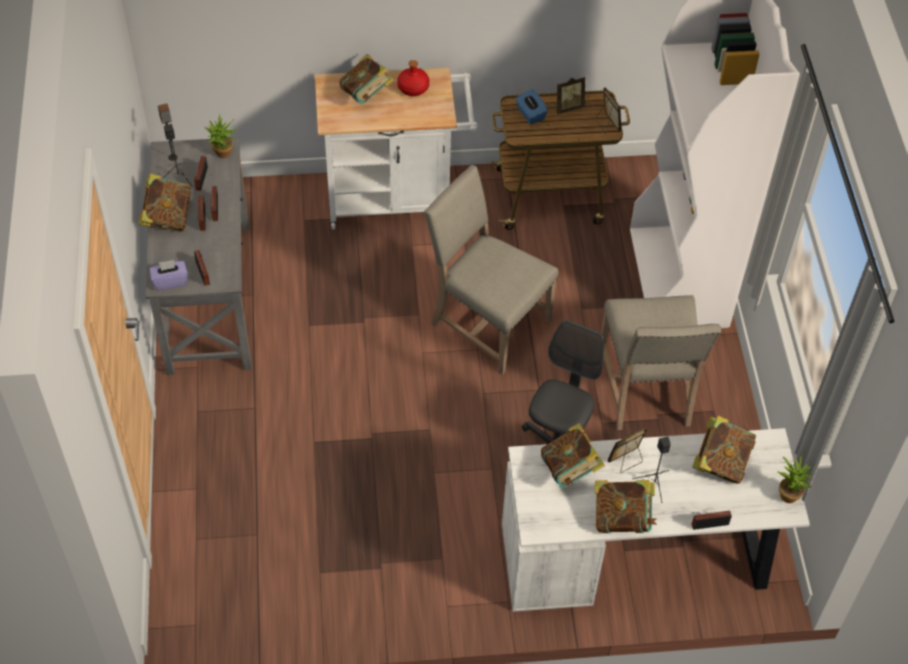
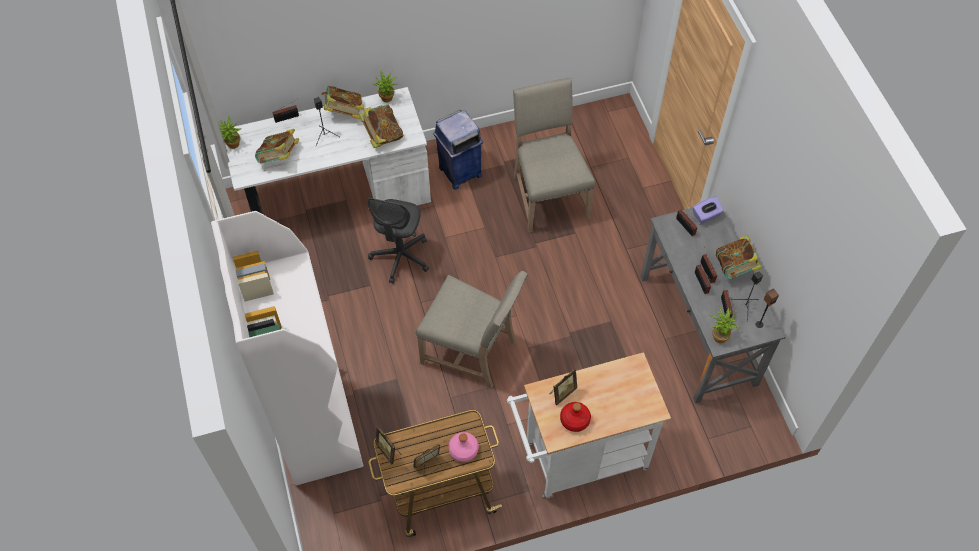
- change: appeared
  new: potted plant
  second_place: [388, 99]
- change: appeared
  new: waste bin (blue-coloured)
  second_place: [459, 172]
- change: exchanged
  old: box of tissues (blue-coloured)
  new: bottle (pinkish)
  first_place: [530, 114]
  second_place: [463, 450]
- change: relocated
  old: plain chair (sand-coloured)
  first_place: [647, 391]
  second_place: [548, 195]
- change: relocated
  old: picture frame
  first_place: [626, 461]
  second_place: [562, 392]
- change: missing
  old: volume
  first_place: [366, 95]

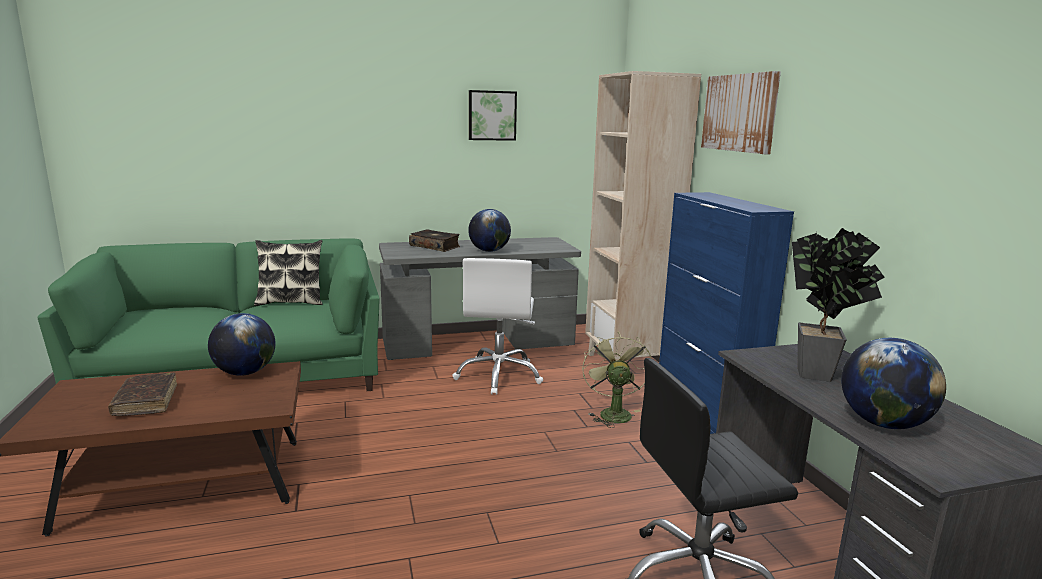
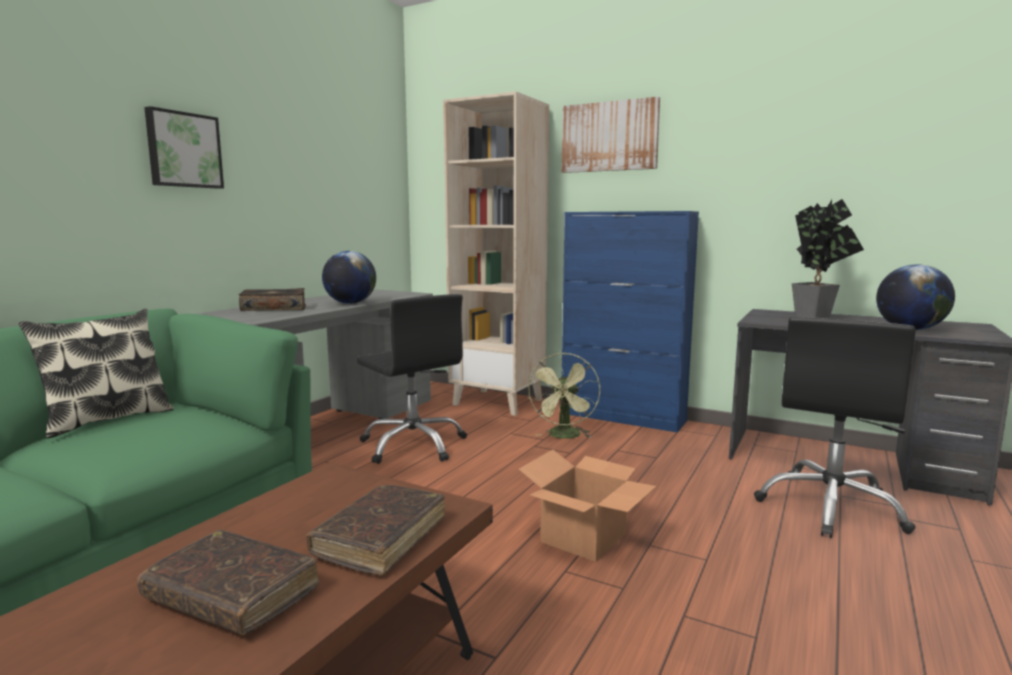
- change: relocated
  old: wall art
  first_place: [492, 115]
  second_place: [183, 150]
- change: appeared
  new: volume (brown)
  second_place: [381, 538]
- change: colour
  old: desk chair (white)
  new: desk chair (blackish)
  first_place: [499, 375]
  second_place: [413, 445]
- change: appeared
  new: packing box
  second_place: [583, 537]
- change: spun
  old: fan (green-coloured)
  first_place: [613, 413]
  second_place: [564, 436]
  degrees: -120
- change: missing
  old: world globe
  first_place: [245, 373]

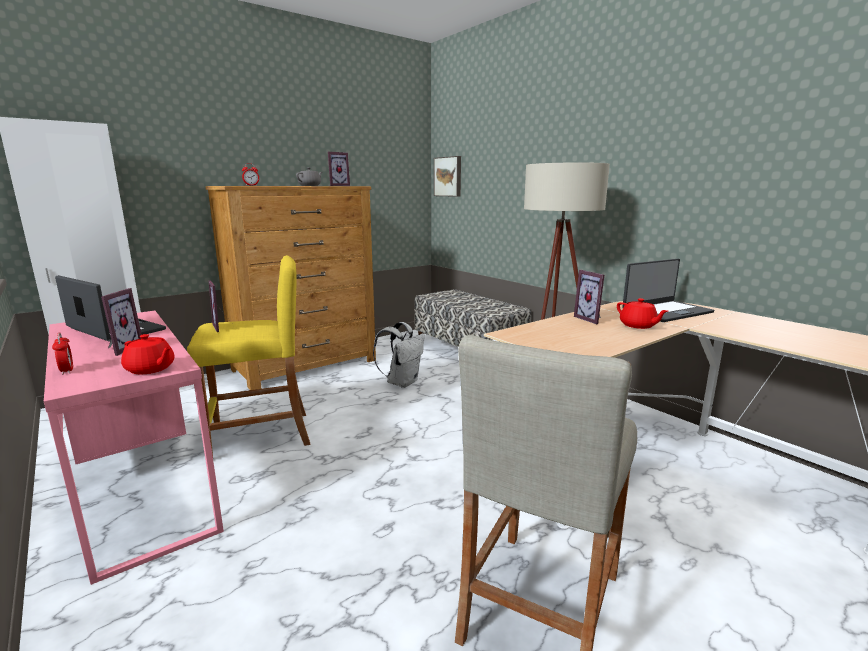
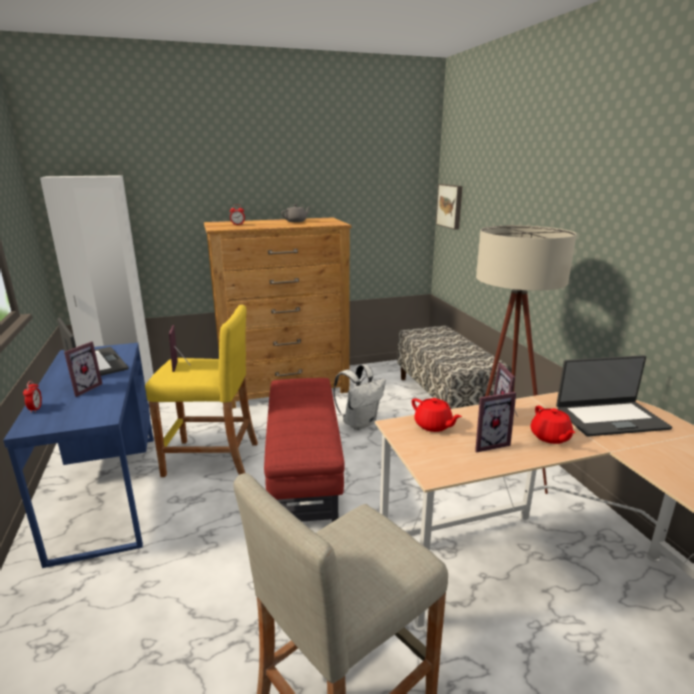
- change: colour
  old: desk unit (pinkish)
  new: desk unit (blue-coloured)
  first_place: [144, 488]
  second_place: [108, 491]
- change: appeared
  new: footrest (reddish)
  second_place: [303, 473]
- change: relocated
  old: pot for tea (reddish)
  first_place: [150, 369]
  second_place: [433, 426]
- change: relocated
  old: picture frame
  first_place: [337, 186]
  second_place: [487, 443]

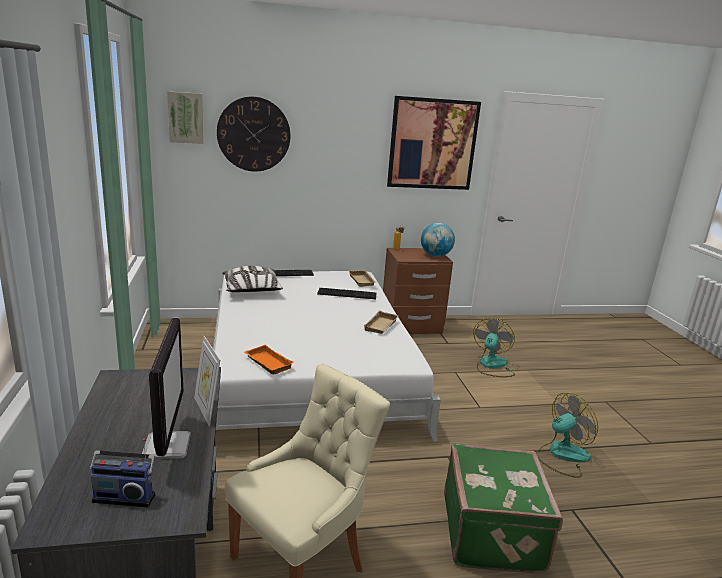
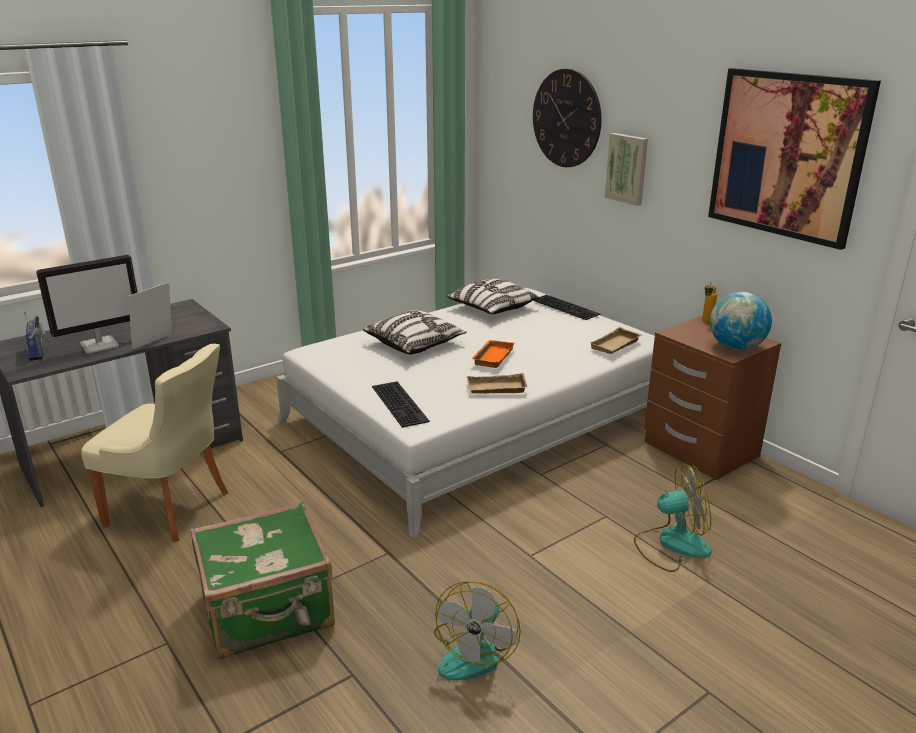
- change: appeared
  new: throw pillow
  second_place: [415, 344]
- change: relocated
  old: computer keyboard
  first_place: [348, 293]
  second_place: [401, 403]
- change: spun
  old: fan
  first_place: [562, 455]
  second_place: [474, 652]
  degrees: 75
- change: relocated
  old: serving tray (orange-coloured)
  first_place: [266, 363]
  second_place: [492, 356]
- change: relocated
  old: wall art
  first_place: [186, 117]
  second_place: [627, 168]

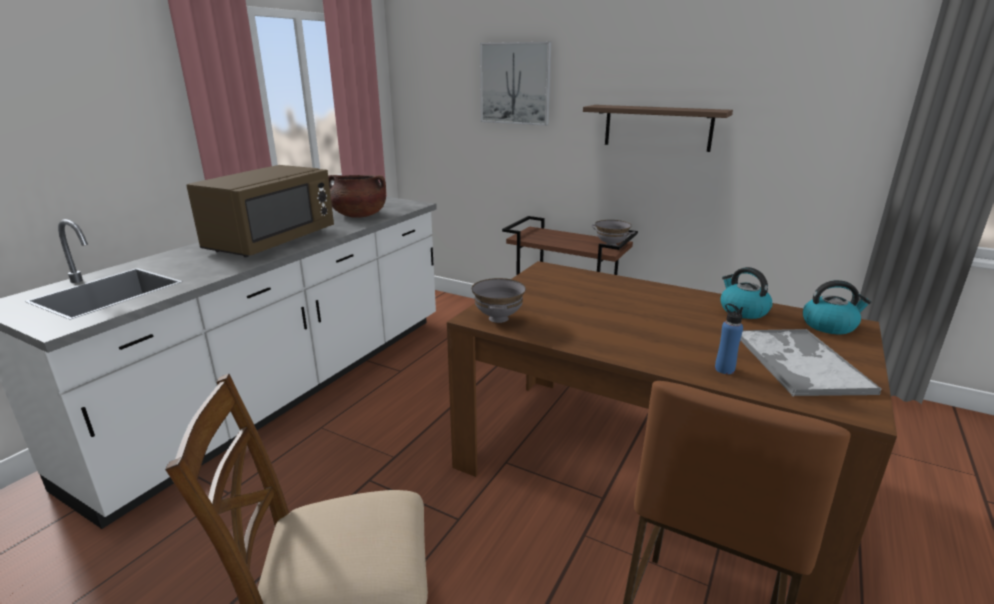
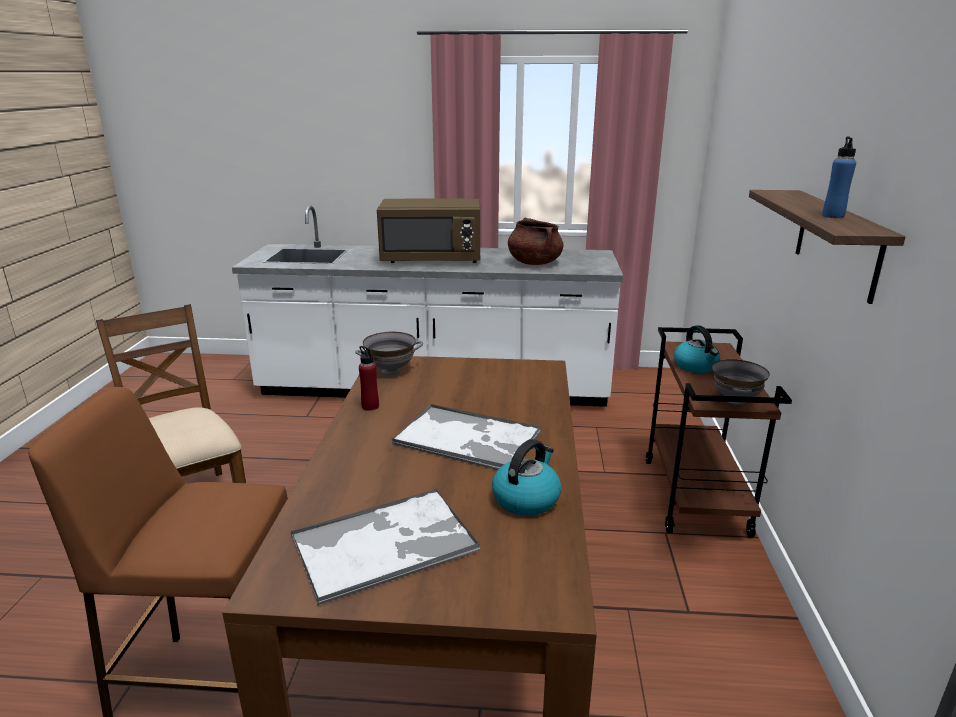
- change: appeared
  new: bottle (reddish)
  second_place: [370, 406]
- change: appeared
  new: serving tray
  second_place: [468, 439]
- change: relocated
  old: kettle
  first_place: [829, 325]
  second_place: [696, 366]
- change: relocated
  old: bottle (blue-coloured)
  first_place: [724, 369]
  second_place: [833, 216]
- change: missing
  old: wall art
  first_place: [515, 83]

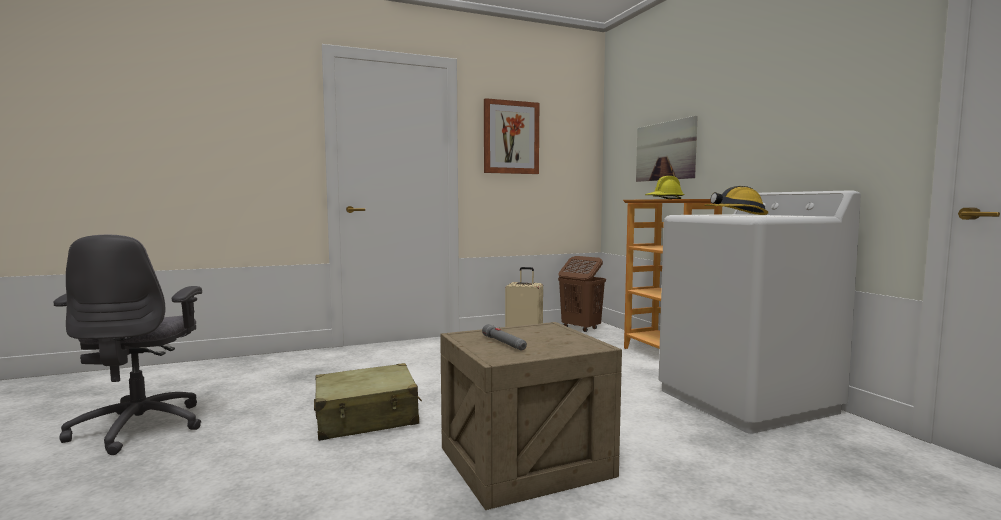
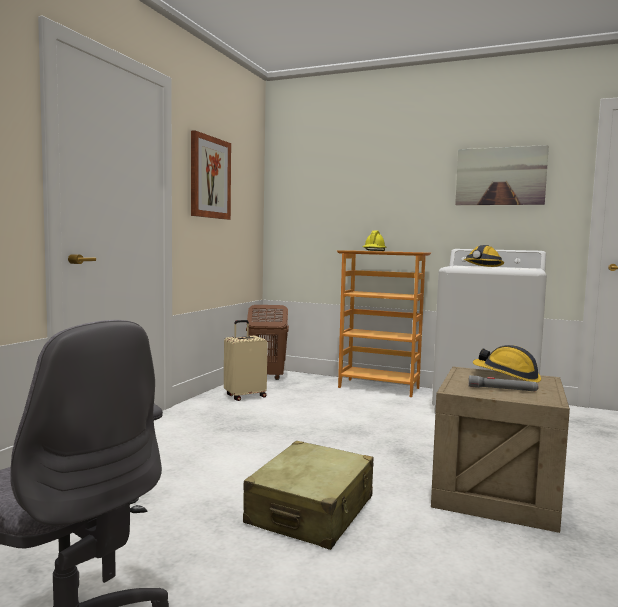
- change: relocated
  old: wall art
  first_place: [665, 151]
  second_place: [500, 176]
- change: appeared
  new: work helmet
  second_place: [507, 376]

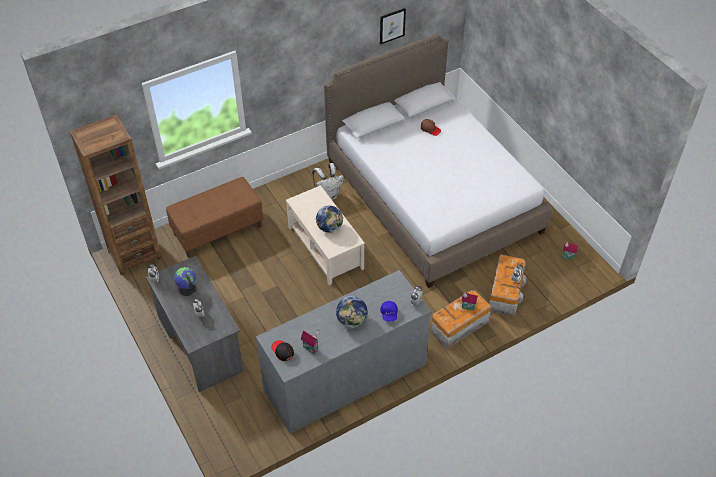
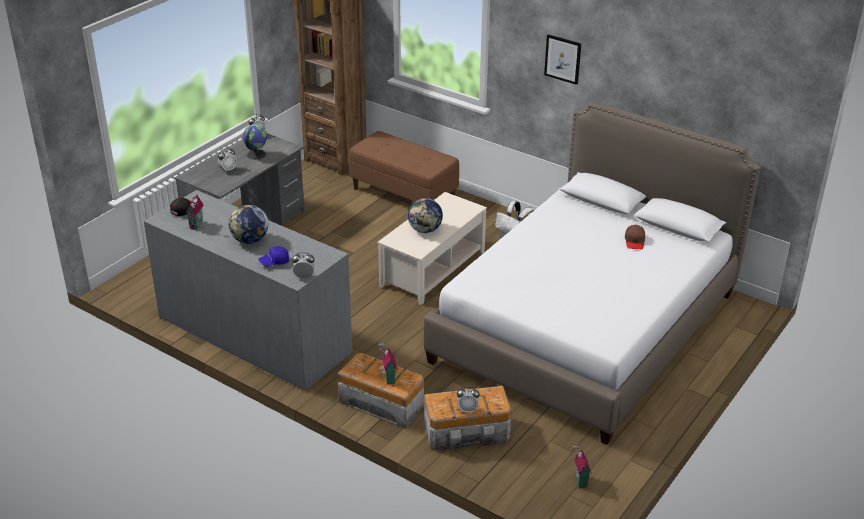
- change: relocated
  old: wall art
  first_place: [392, 25]
  second_place: [563, 59]

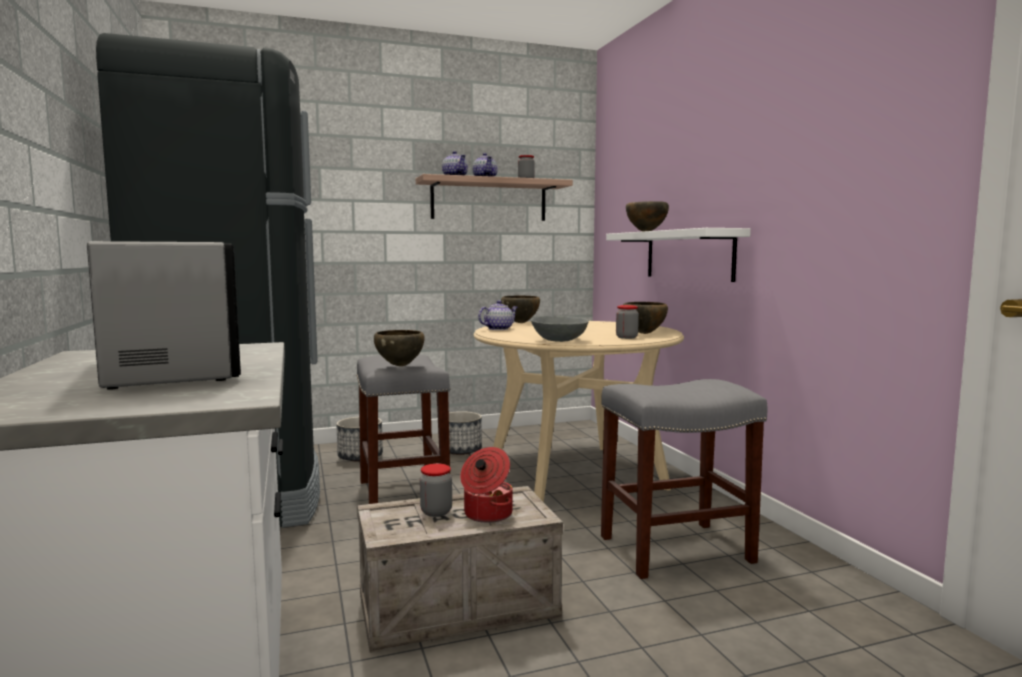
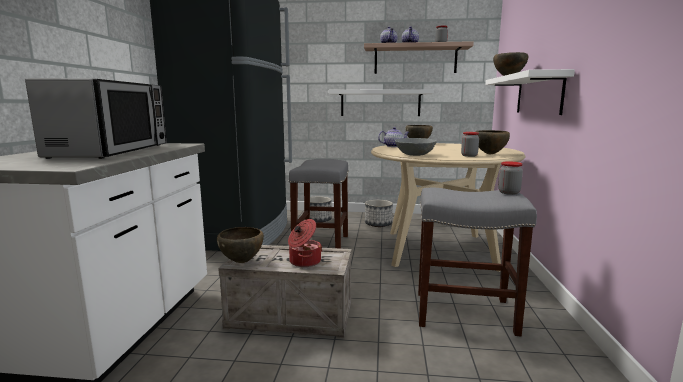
- change: relocated
  old: deep dish (brown)
  first_place: [400, 365]
  second_place: [242, 261]
- change: appeared
  new: wall shelf (white)
  second_place: [380, 103]
- change: relocated
  old: preserve jar
  first_place: [436, 512]
  second_place: [508, 192]

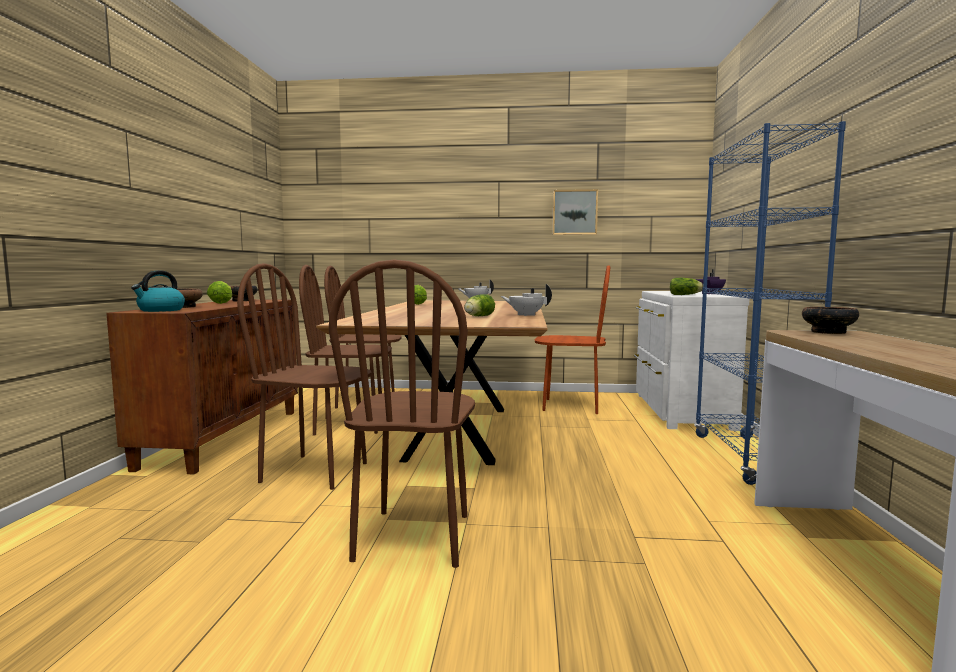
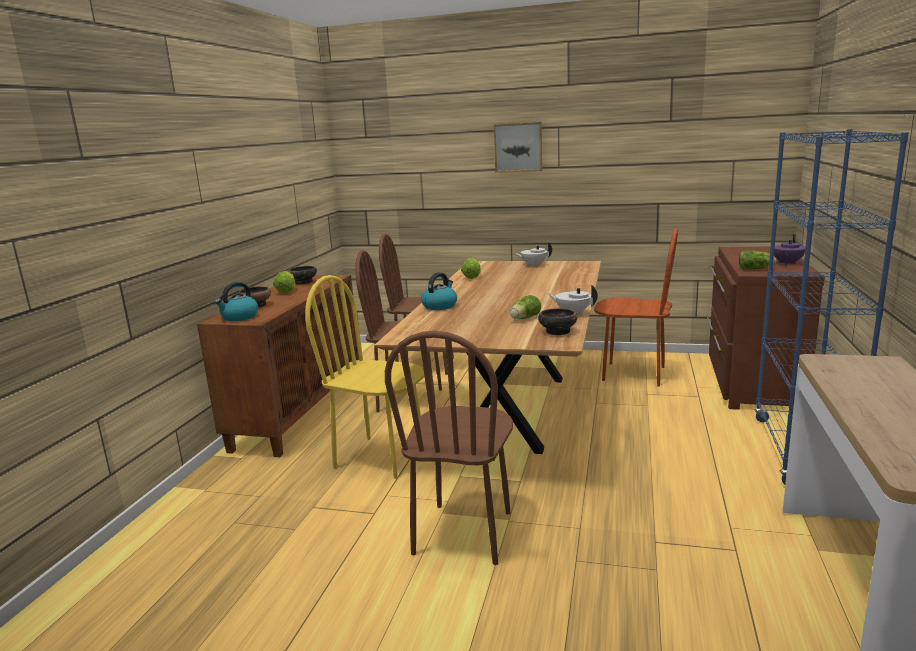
- change: colour
  old: plain chair (brown)
  new: plain chair (yellowish)
  first_place: [315, 472]
  second_place: [380, 457]
- change: appeared
  new: kettle
  second_place: [440, 306]
- change: relocated
  old: wall art
  first_place: [574, 212]
  second_place: [518, 147]
- change: relocated
  old: deep dish
  first_place: [827, 332]
  second_place: [557, 331]
- change: colour
  old: drawer chest (white)
  new: drawer chest (brown)
  first_place: [679, 411]
  second_place: [750, 383]

